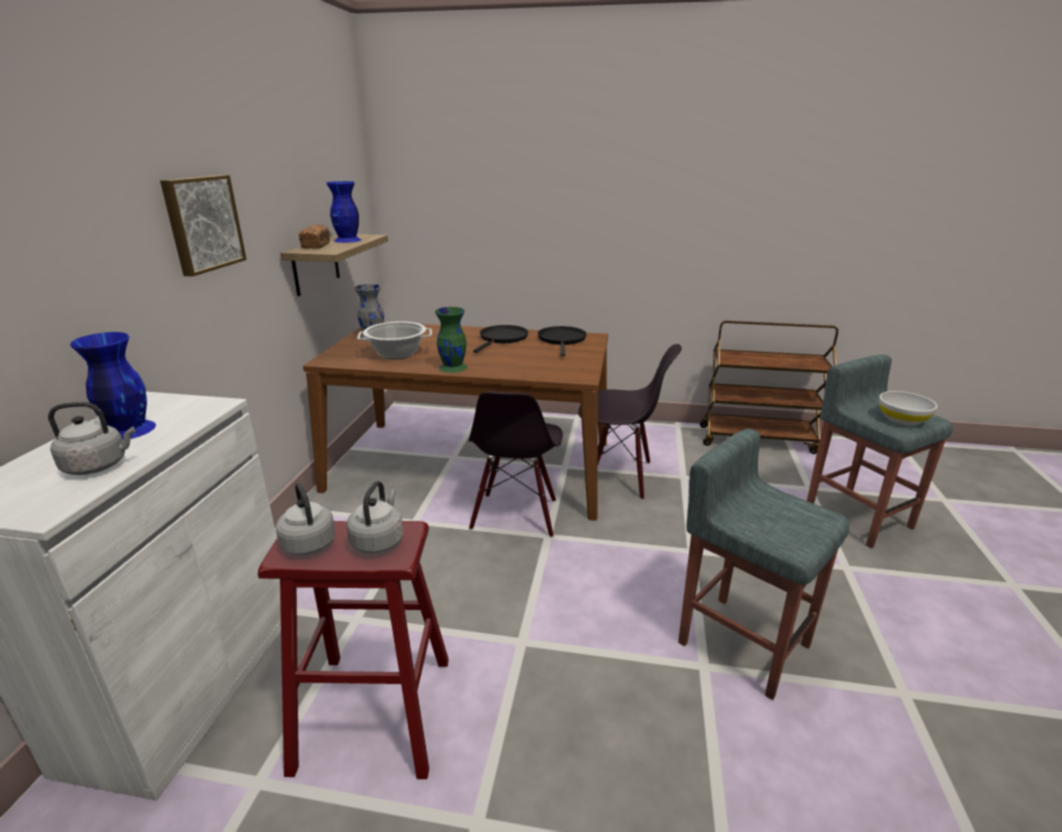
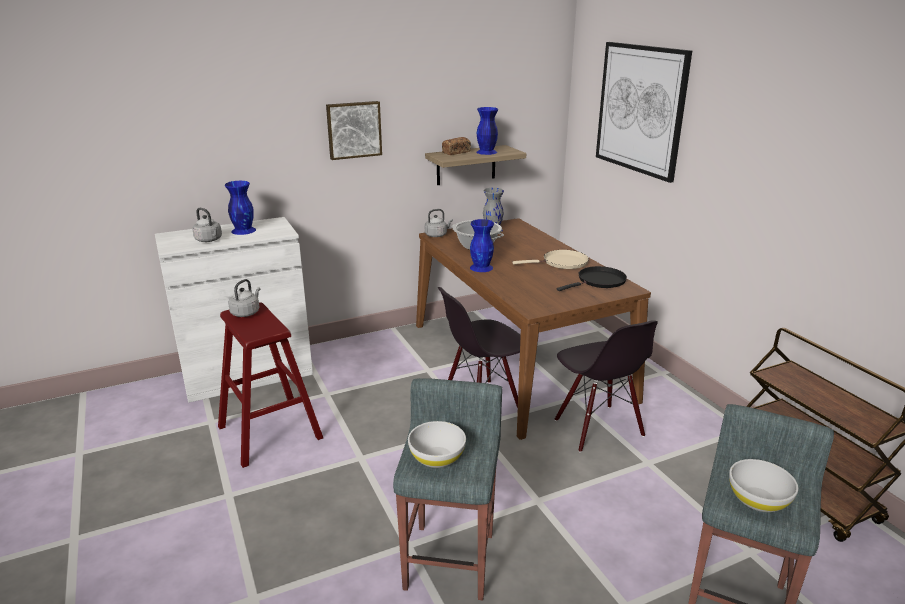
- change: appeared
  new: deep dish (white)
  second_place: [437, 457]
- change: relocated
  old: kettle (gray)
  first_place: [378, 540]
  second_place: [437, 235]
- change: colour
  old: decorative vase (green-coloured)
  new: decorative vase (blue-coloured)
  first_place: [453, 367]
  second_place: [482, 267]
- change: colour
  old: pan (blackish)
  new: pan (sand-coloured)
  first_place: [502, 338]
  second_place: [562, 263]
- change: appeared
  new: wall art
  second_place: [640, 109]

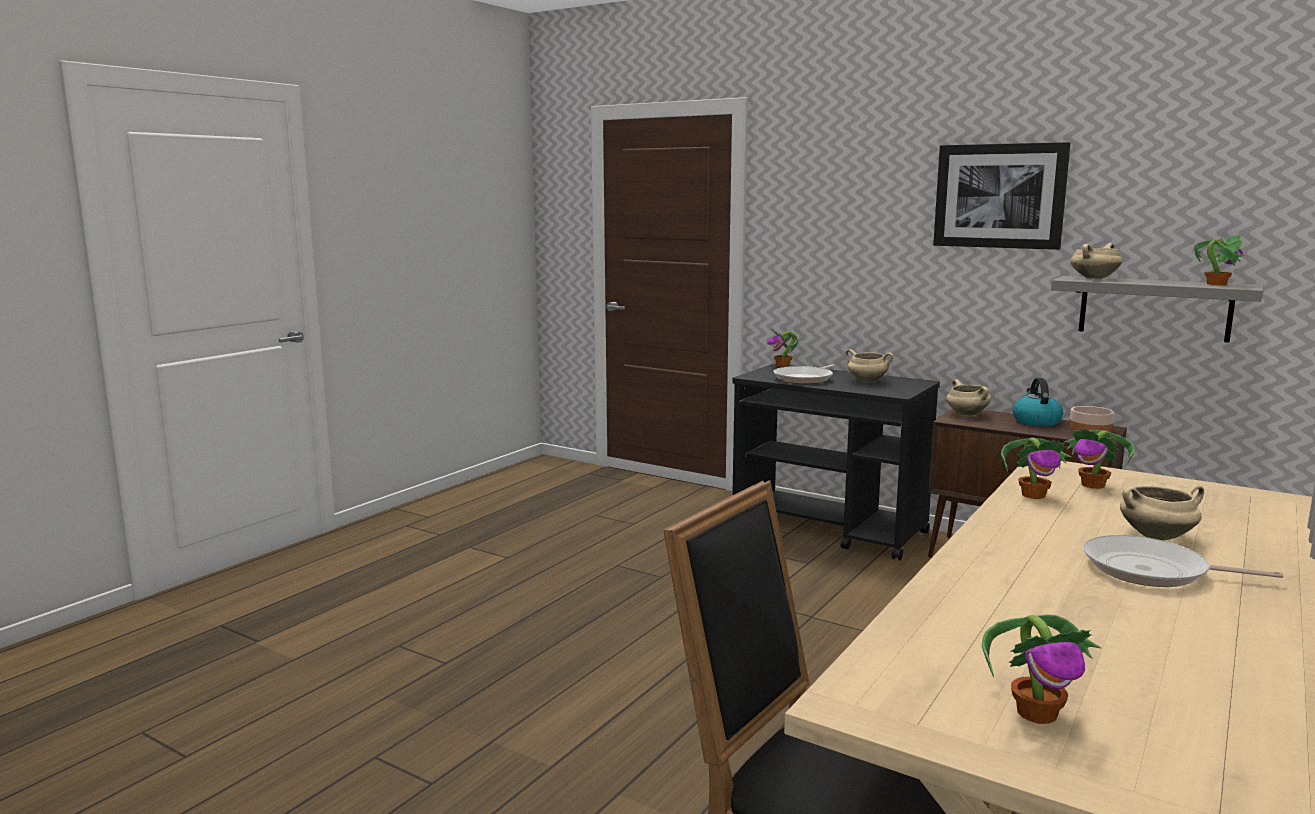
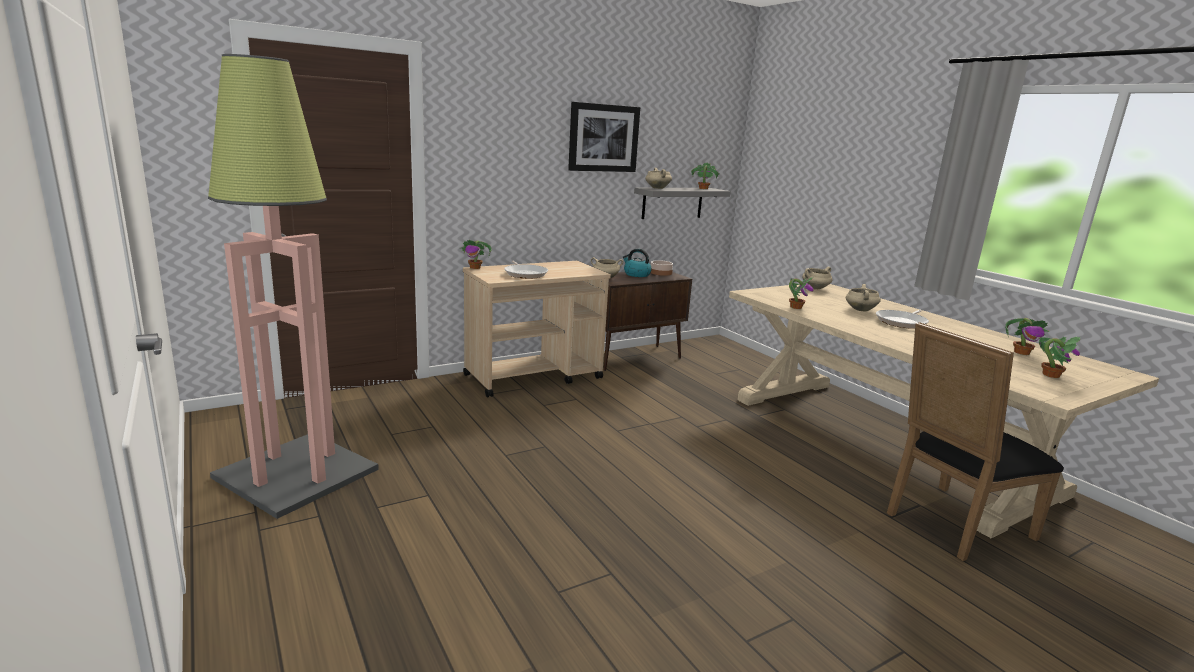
- change: appeared
  new: standing lamp
  second_place: [296, 474]
- change: colour
  old: cart (blackish)
  new: cart (sand-coloured)
  first_place: [830, 529]
  second_place: [534, 376]
- change: relocated
  old: saucepot (sand-coloured)
  first_place: [866, 381]
  second_place: [815, 288]
- change: relocated
  old: potted plant
  first_place: [1094, 485]
  second_place: [1022, 352]

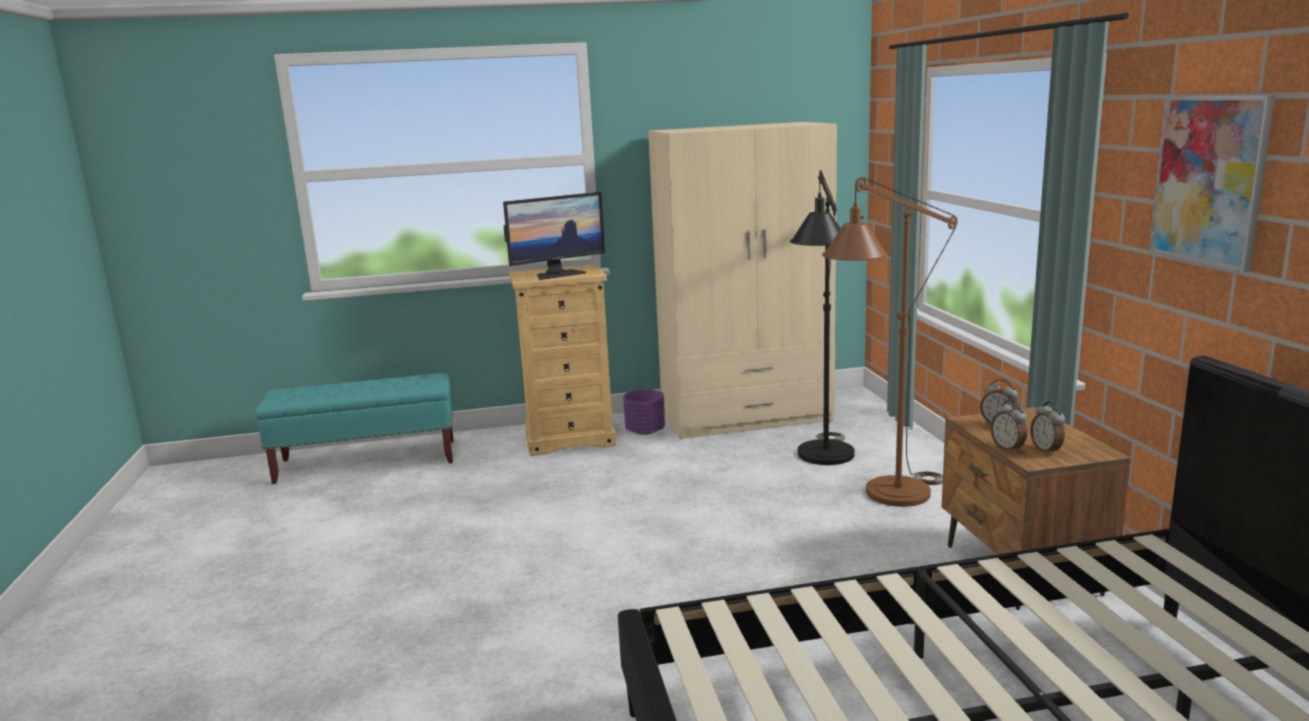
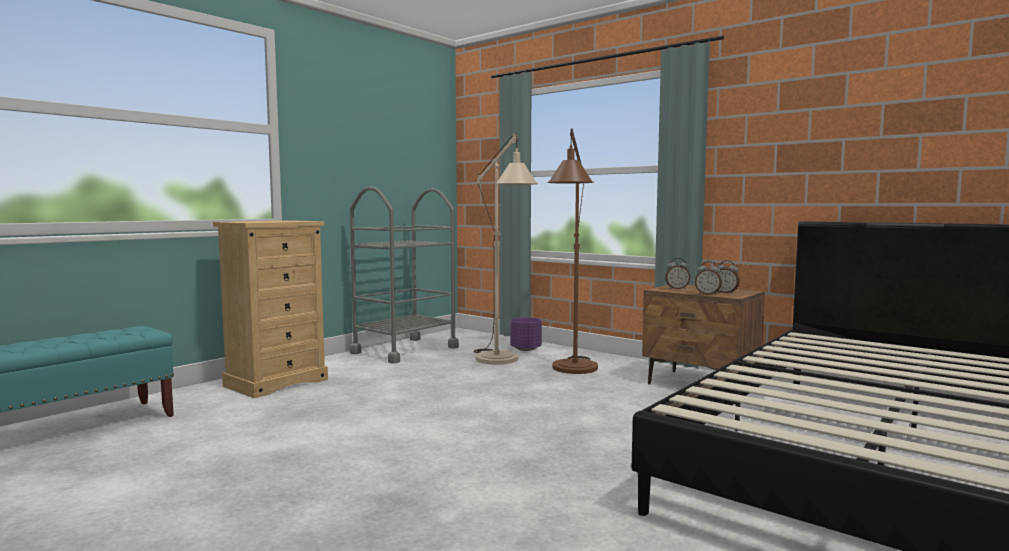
- change: exchanged
  old: wardrobe (sand-coloured)
  new: cart (gray)
  first_place: [746, 416]
  second_place: [405, 350]
- change: colour
  old: standing lamp (blackish)
  new: standing lamp (sand-coloured)
  first_place: [823, 460]
  second_place: [501, 362]
- change: relocated
  old: plant pot (purple-coloured)
  first_place: [645, 431]
  second_place: [525, 349]
- change: missing
  old: computer display
  first_place: [557, 274]
- change: missing
  old: wall art
  first_place: [1209, 180]

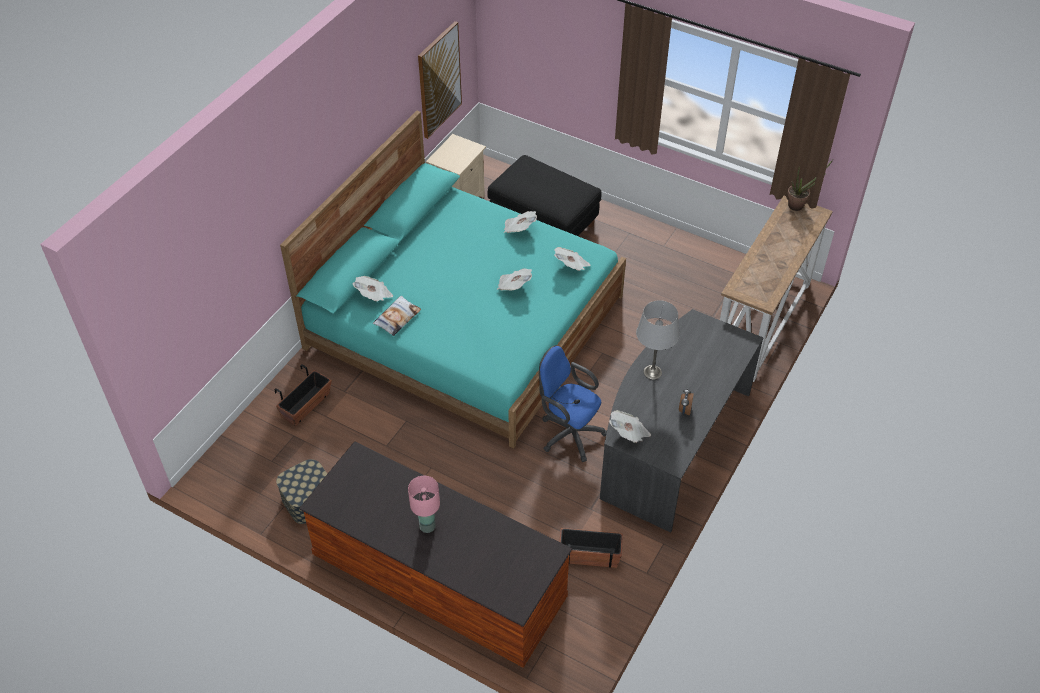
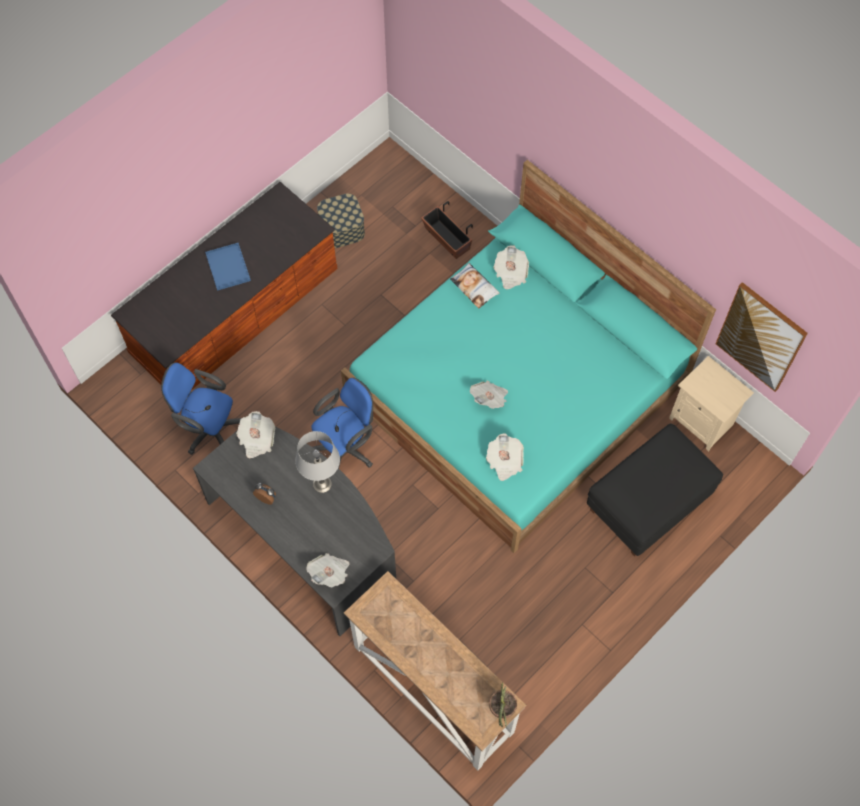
- change: exchanged
  old: plant pot
  new: desk chair (blue-coloured)
  first_place: [589, 555]
  second_place: [209, 429]
- change: exchanged
  old: lamp for a table (pinkish)
  new: serving tray (blue-coloured)
  first_place: [427, 526]
  second_place: [227, 266]
- change: relocated
  old: printed paper
  first_place: [519, 228]
  second_place: [330, 573]

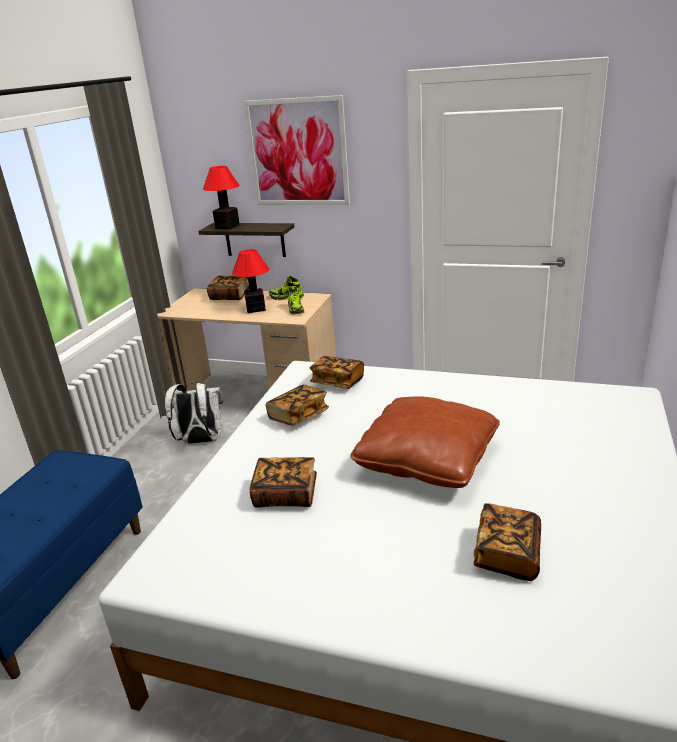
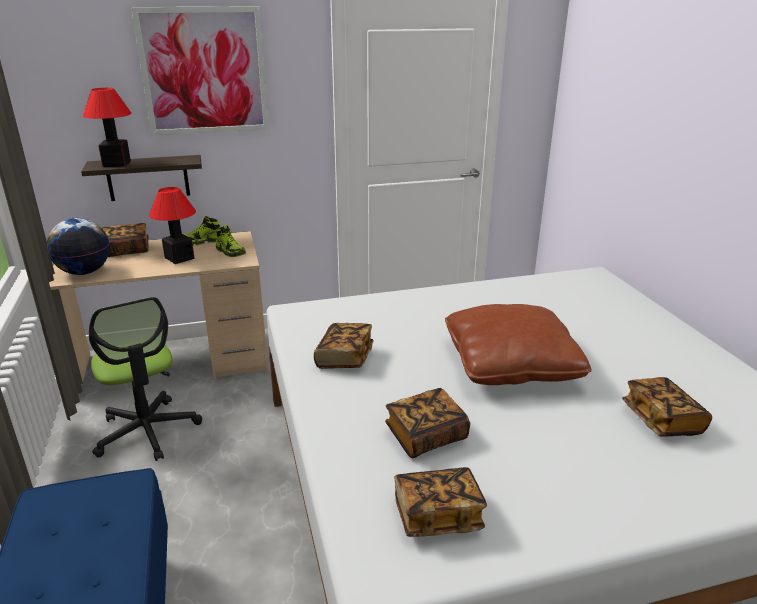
- change: appeared
  new: world globe
  second_place: [84, 272]
- change: exchanged
  old: rucksack (white)
  new: desk chair
  first_place: [200, 441]
  second_place: [147, 431]
- change: relocated
  old: volume
  first_place: [338, 382]
  second_place: [437, 515]

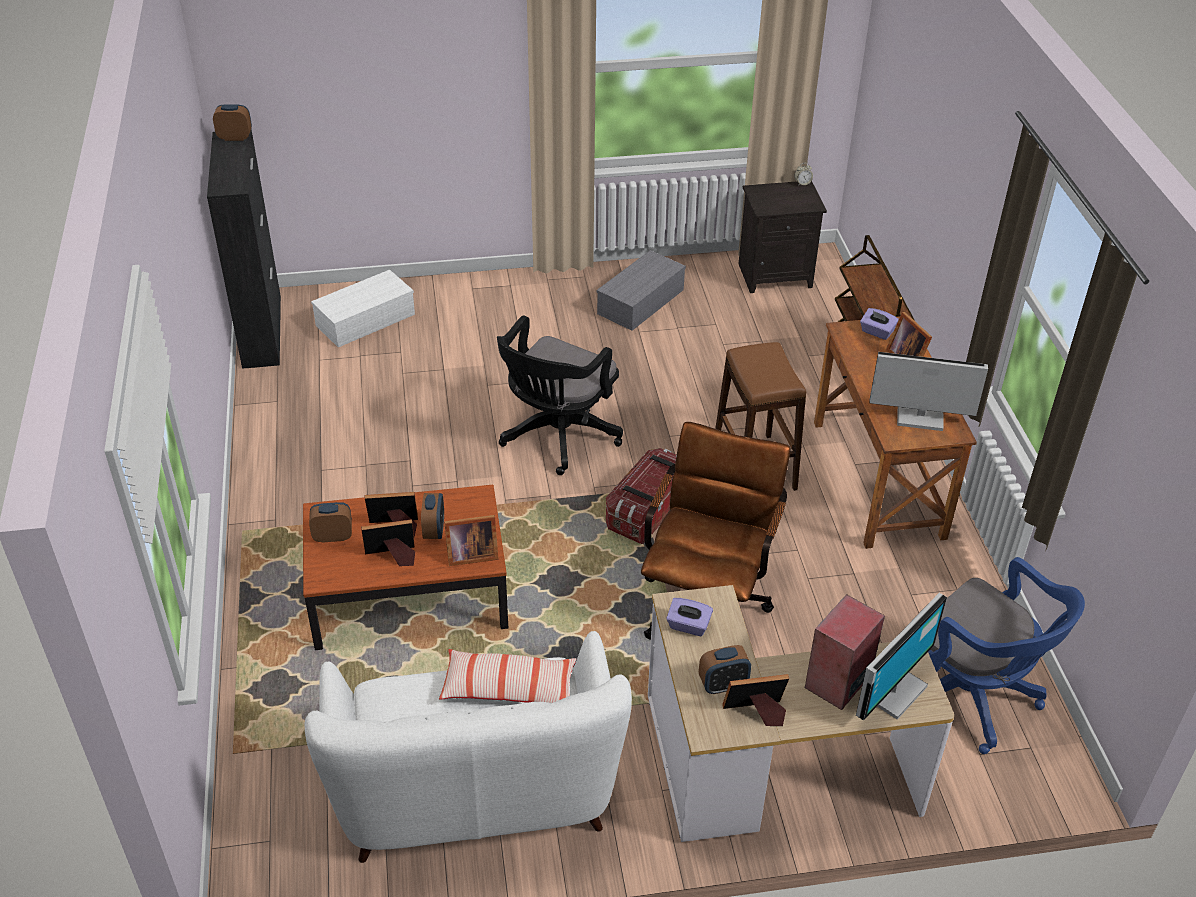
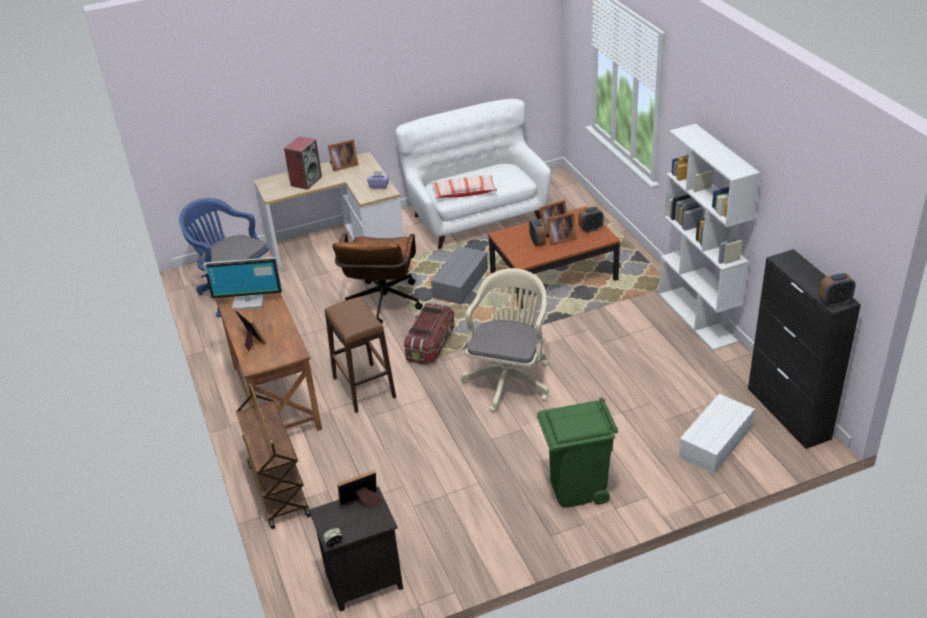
- change: relocated
  old: picture frame
  first_place: [470, 554]
  second_place: [362, 502]
- change: relocated
  old: storage bin (gray)
  first_place: [640, 302]
  second_place: [460, 283]
- change: colour
  old: desk chair (blackish)
  new: desk chair (sand-coloured)
  first_place: [556, 437]
  second_place: [509, 379]
- change: appeared
  new: waste bin (green-coloured)
  second_place: [577, 488]
- change: appeared
  new: bookshelf (white)
  second_place: [697, 317]
- change: missing
  old: table clock
  first_place: [723, 685]
- change: missing
  old: computer display
  first_place: [892, 690]
- change: missing
  old: box of tissues (purple-coloured)
  first_place: [877, 332]

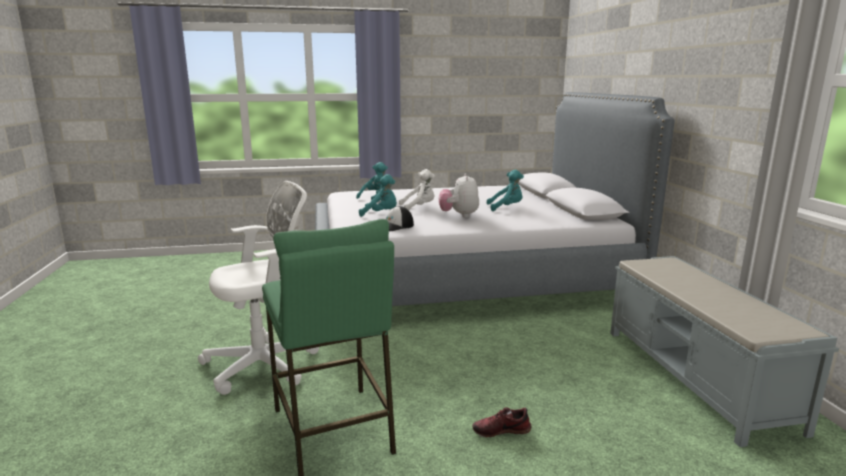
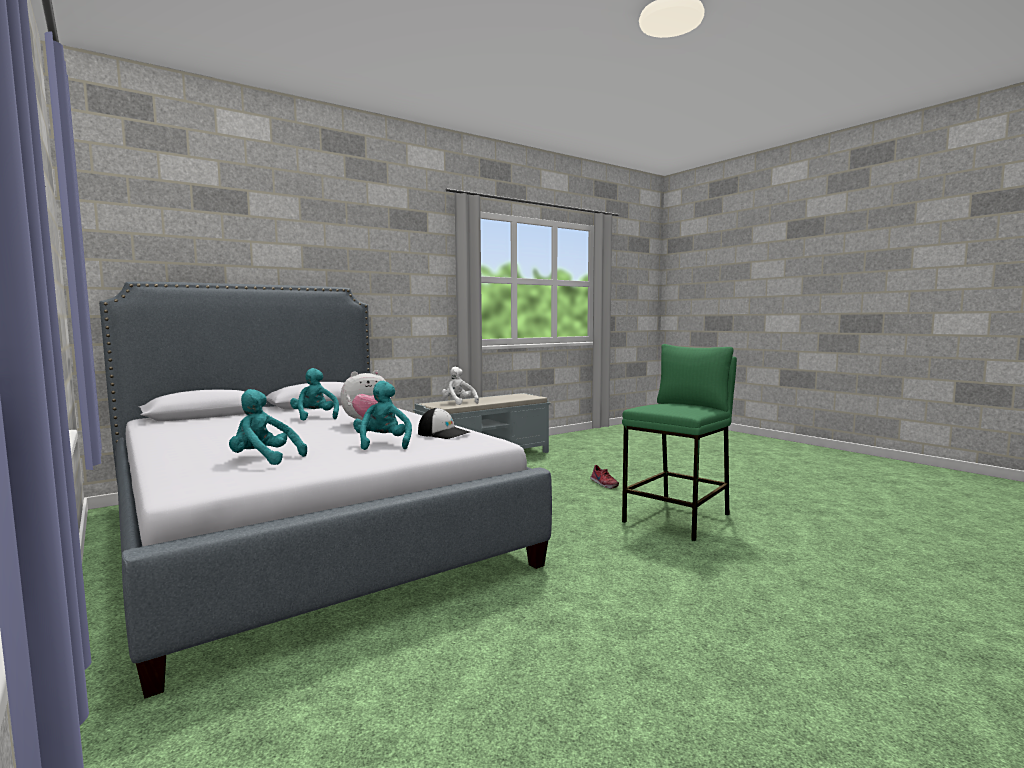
- change: relocated
  old: plush toy (white)
  first_place: [419, 207]
  second_place: [458, 403]
- change: missing
  old: desk chair (white)
  first_place: [266, 364]

